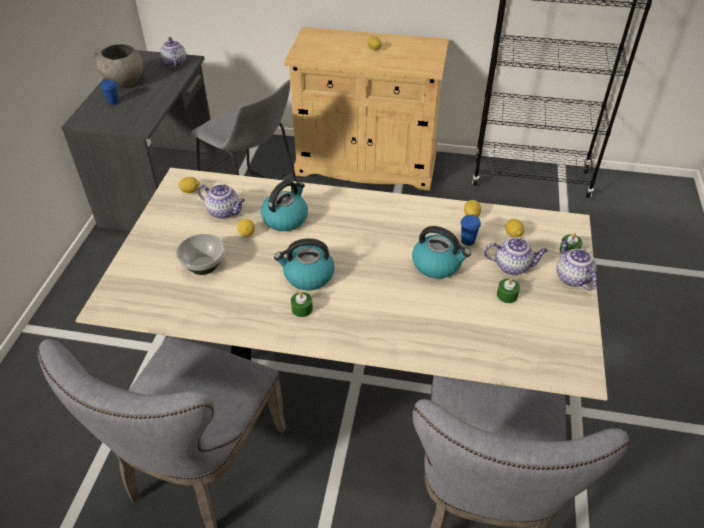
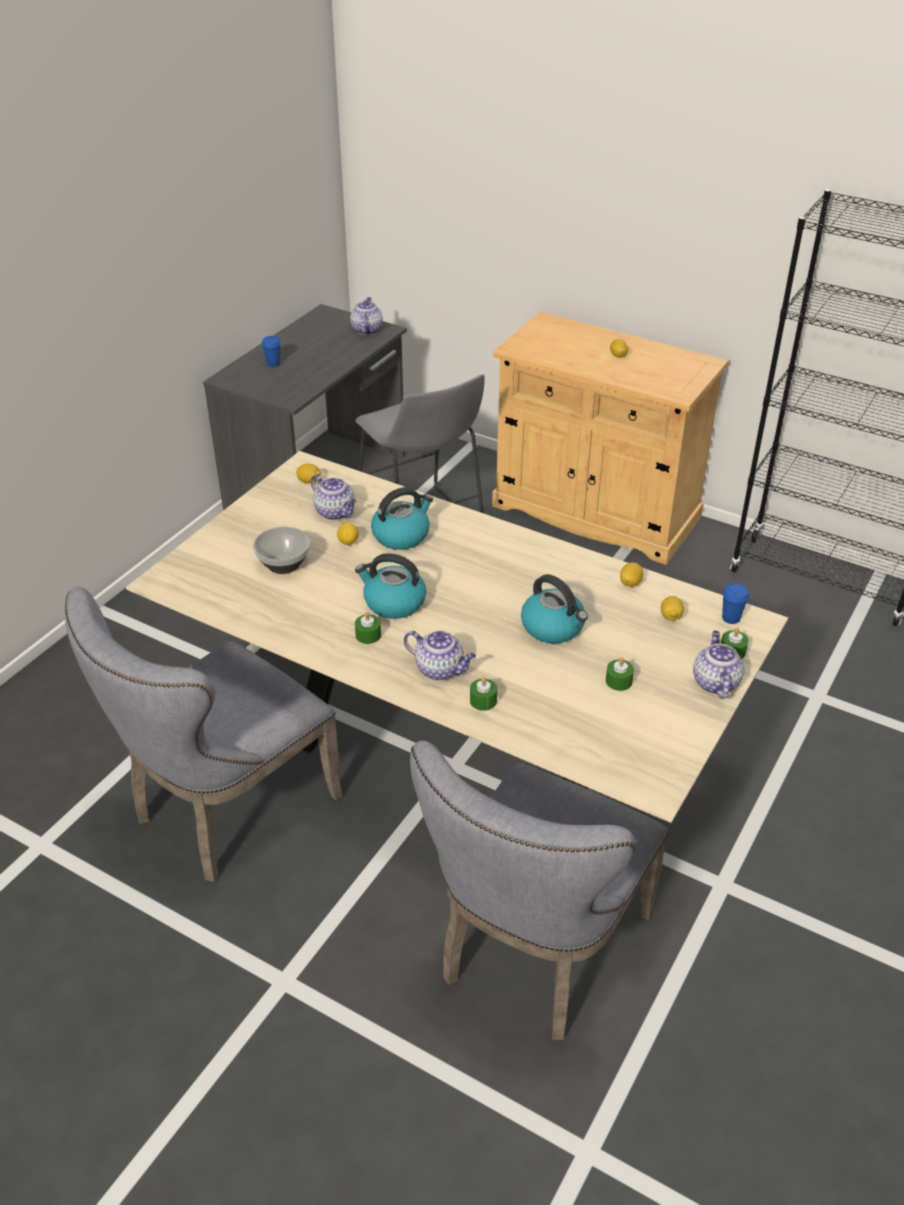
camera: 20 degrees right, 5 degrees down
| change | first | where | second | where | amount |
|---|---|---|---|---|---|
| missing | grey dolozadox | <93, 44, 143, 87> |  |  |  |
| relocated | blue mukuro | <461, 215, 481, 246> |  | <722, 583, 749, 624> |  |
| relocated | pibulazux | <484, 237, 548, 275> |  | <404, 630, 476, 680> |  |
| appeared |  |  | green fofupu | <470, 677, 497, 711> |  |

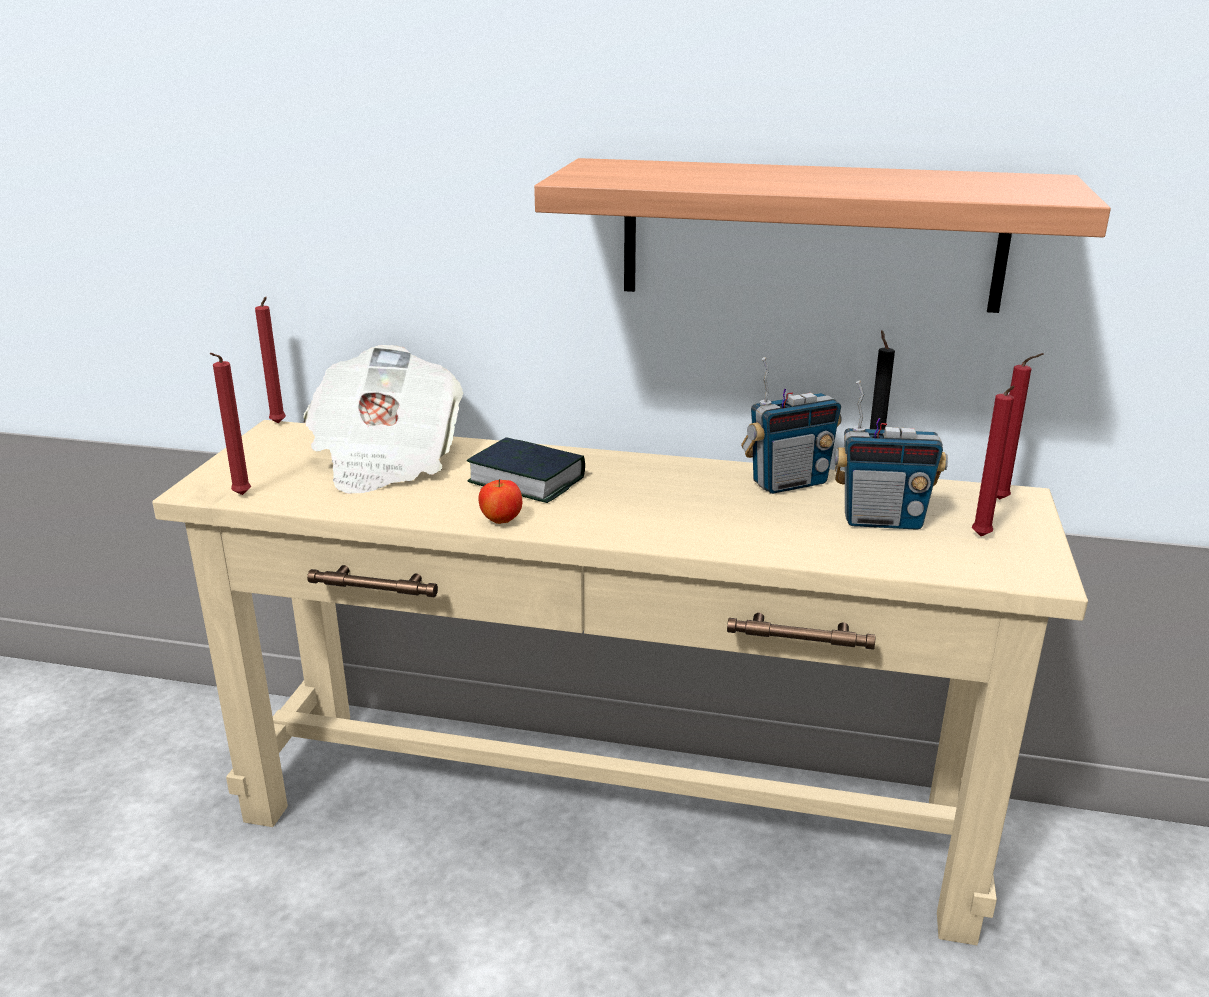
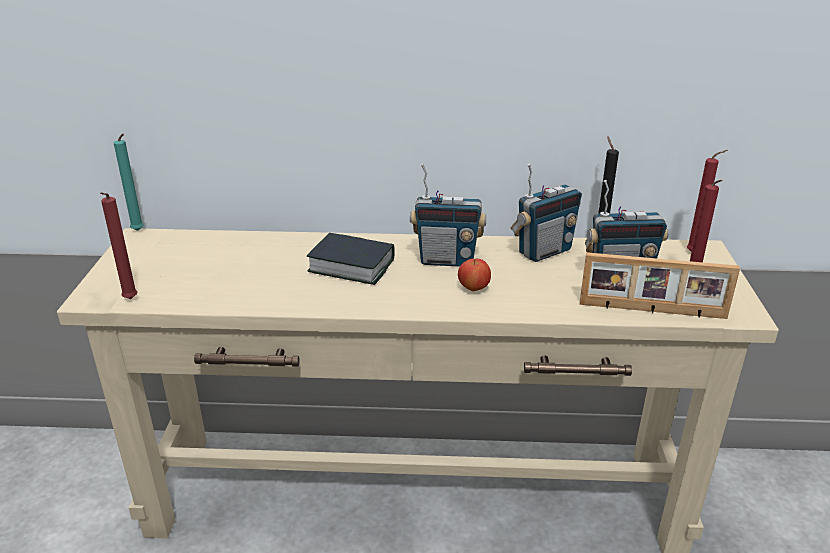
camera: 10 degrees left, 5 degrees up
| change | first | where | second | where | amount |
|---|---|---|---|---|---|
| colour | red fofupu | <255, 297, 286, 423> | turquoise fofupu | <114, 134, 144, 231> |  |
| missing | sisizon | <303, 345, 463, 494> |  |  |  |
| relocated | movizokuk | <478, 479, 522, 524> |  | <458, 259, 491, 291> |  |
| missing | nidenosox | <534, 158, 1111, 313> |  |  |  |
| appeared |  |  | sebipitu | <410, 164, 487, 267> |  |
| appeared |  |  | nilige | <580, 252, 740, 319> |  |

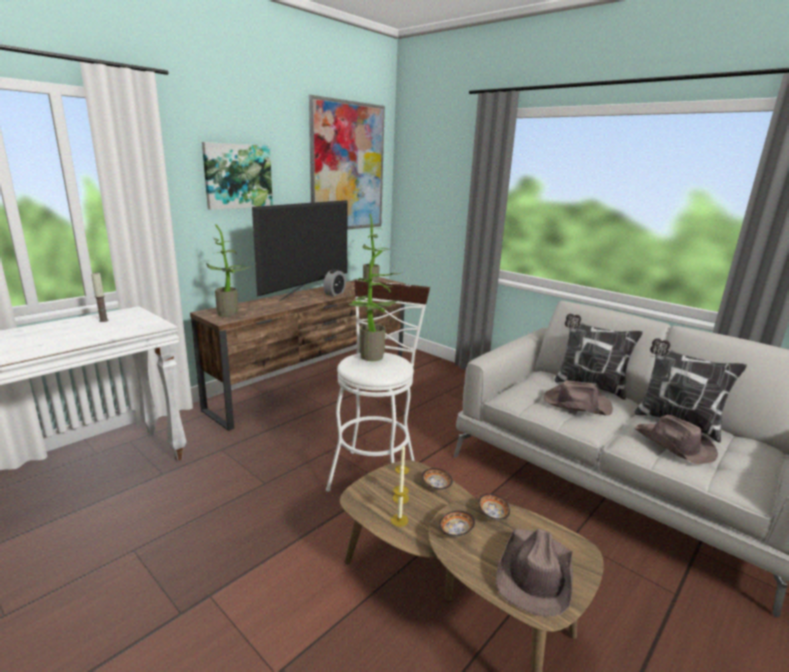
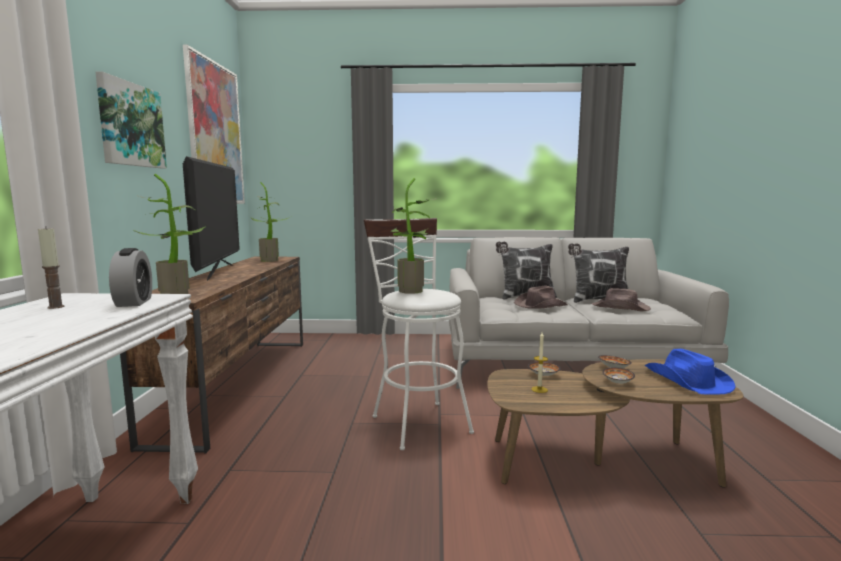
camera: 40 degrees left, 10 degrees down
| change | first | where | second | where | amount |
|---|---|---|---|---|---|
| relocated | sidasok | <323, 269, 346, 296> |  | <109, 248, 152, 307> |  |
| missing | fofupu | <391, 464, 409, 527> |  |  |  |
| colour | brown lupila | <496, 529, 573, 616> | blue lupila | <645, 349, 736, 395> |  |

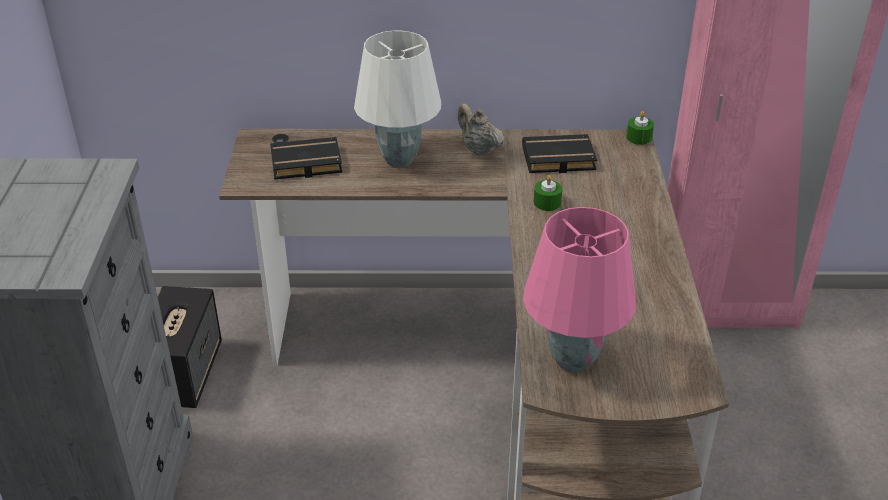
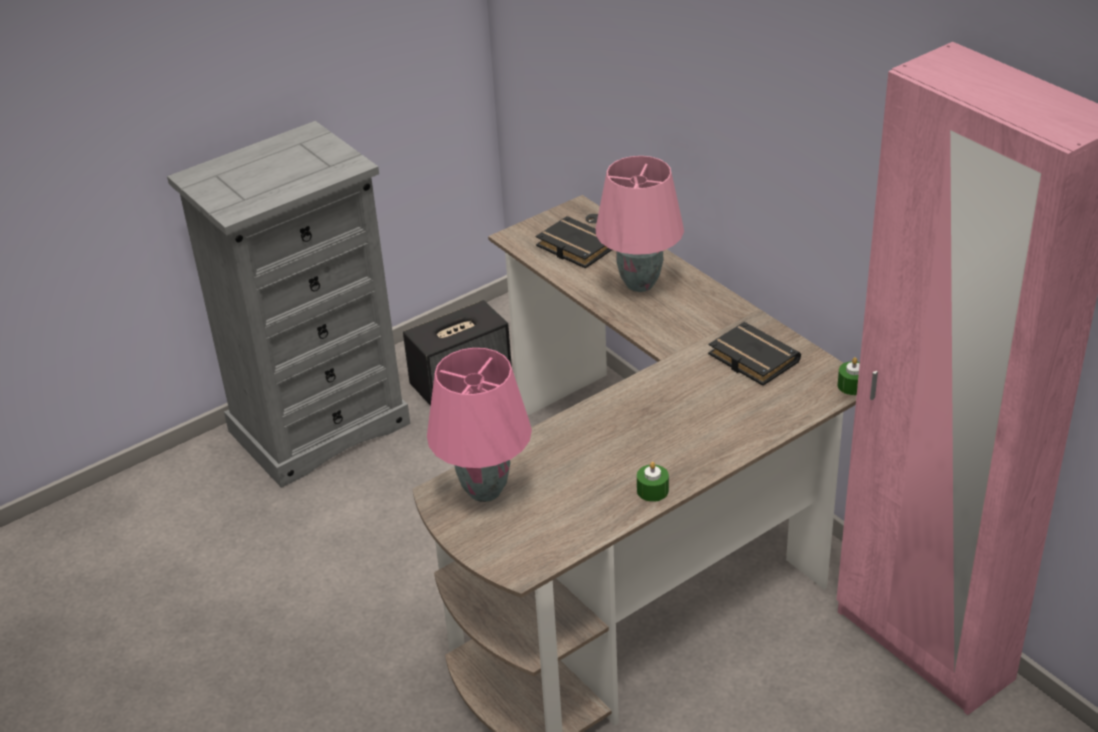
camera: 55 degrees right, 0 degrees up
| change | first | where | second | where | amount |
|---|---|---|---|---|---|
| colour | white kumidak | <354, 31, 441, 167> | pink kumidak | <596, 156, 684, 292> |  |
| missing | beige pibulazux | <458, 103, 504, 155> |  |  |  |
| relocated | green fofupu | <534, 175, 562, 211> |  | <637, 462, 669, 502> |  |

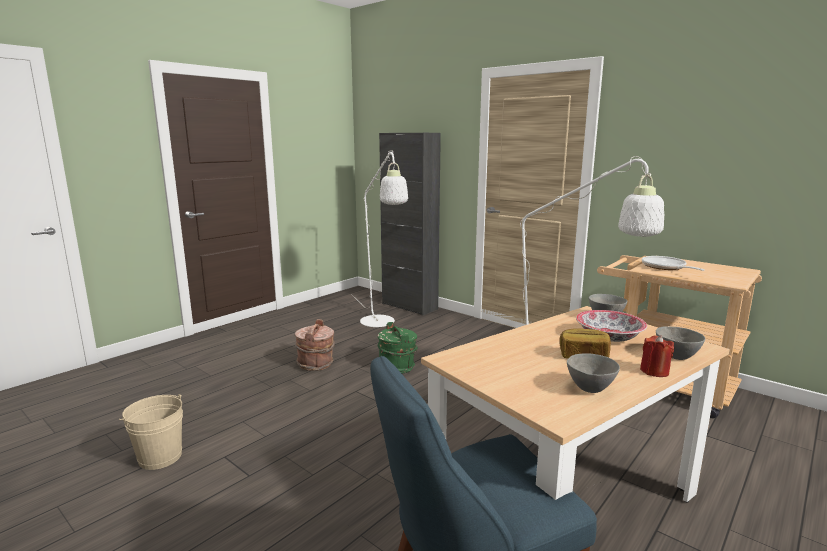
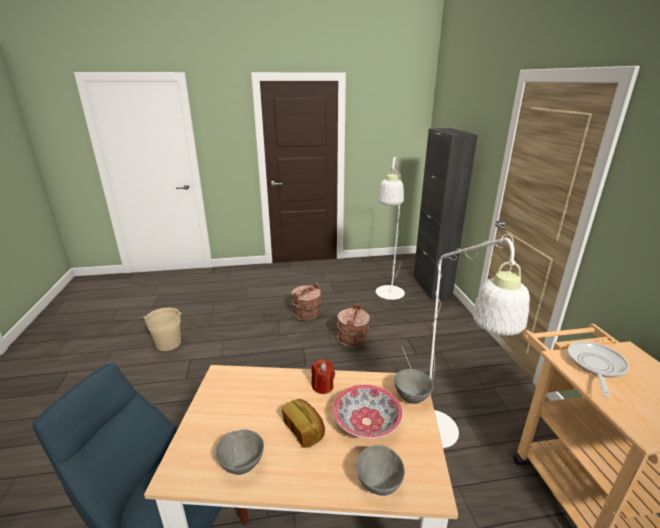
camera: 40 degrees right, 10 degrees up
| change | first | where | second | where | amount |
|---|---|---|---|---|---|
| colour | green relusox | <378, 322, 418, 374> | brown relusox | <337, 303, 370, 349> |  |
| relocated | red fofupu | <640, 335, 674, 377> |  | <312, 360, 335, 394> |  |

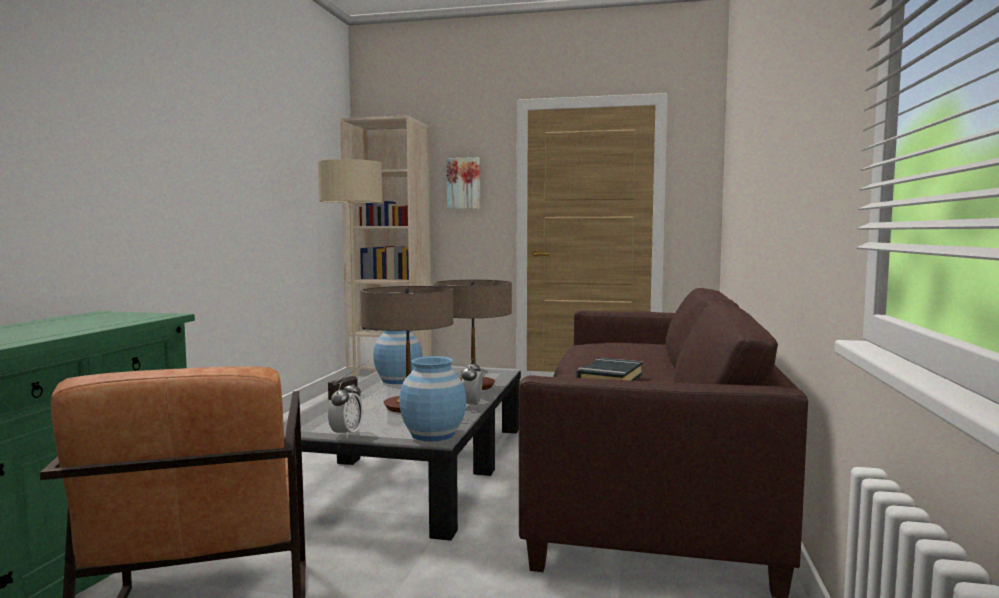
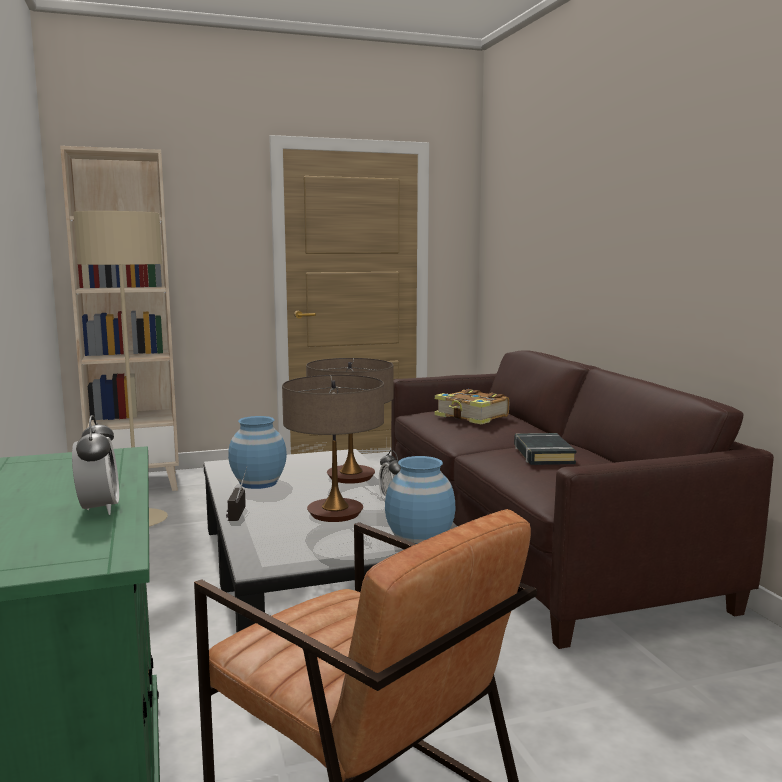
camera: 30 degrees left, 5 degrees up
| change | first | where | second | where | amount |
|---|---|---|---|---|---|
| relocated | sidasok | <328, 379, 363, 438> |  | <72, 415, 119, 515> |  |
| missing | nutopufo | <447, 157, 480, 209> |  |  |  |
| appeared |  |  | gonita | <434, 389, 509, 424> |  |

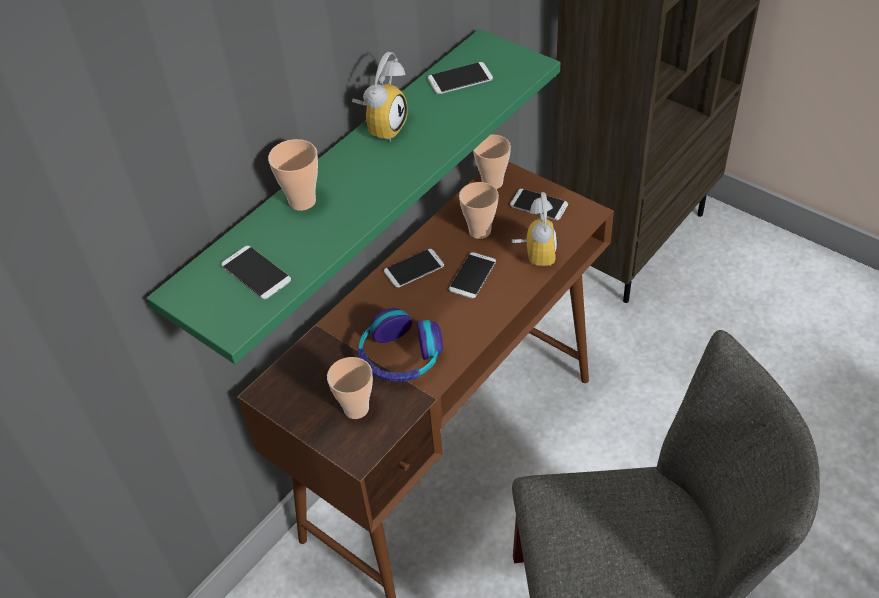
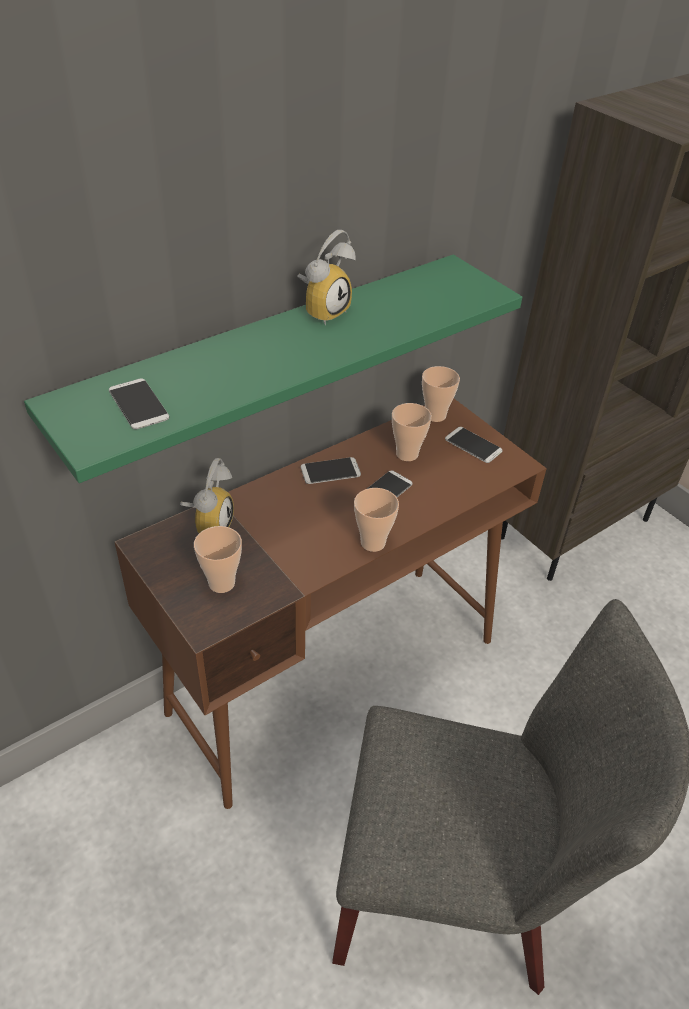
camera: 10 degrees right, 5 degrees down
| change | first | where | second | where | amount |
|---|---|---|---|---|---|
| relocated | mukuro | <268, 139, 318, 211> |  | <354, 488, 399, 552> |  |
| missing | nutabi | <358, 308, 443, 382> |  |  |  |
| missing | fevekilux | <428, 62, 493, 94> |  |  |  |
| relocated | sidasok | <512, 192, 558, 266> |  | <180, 458, 234, 533> |  |

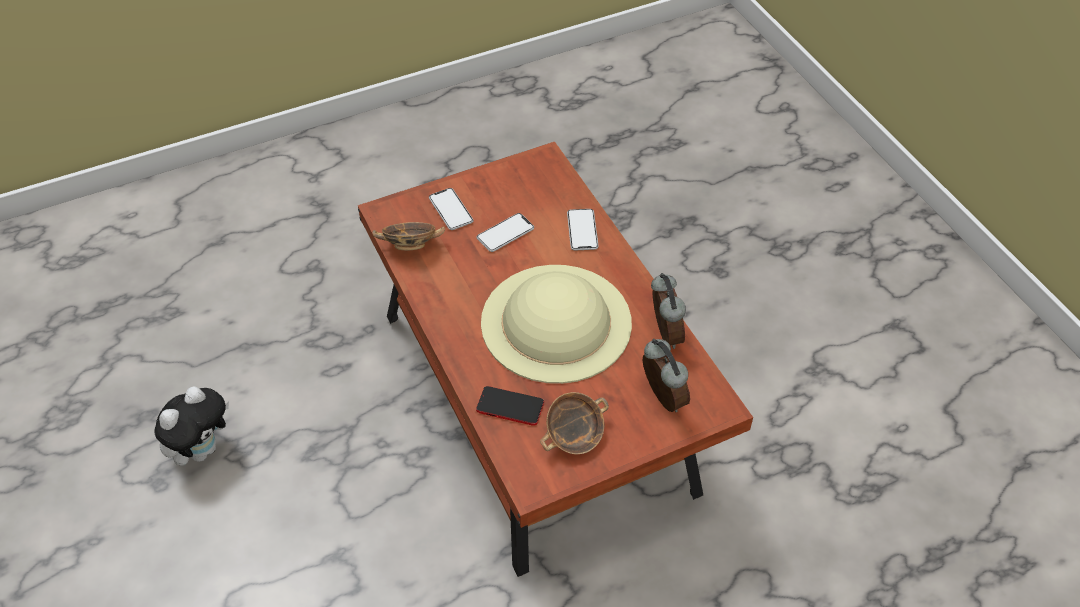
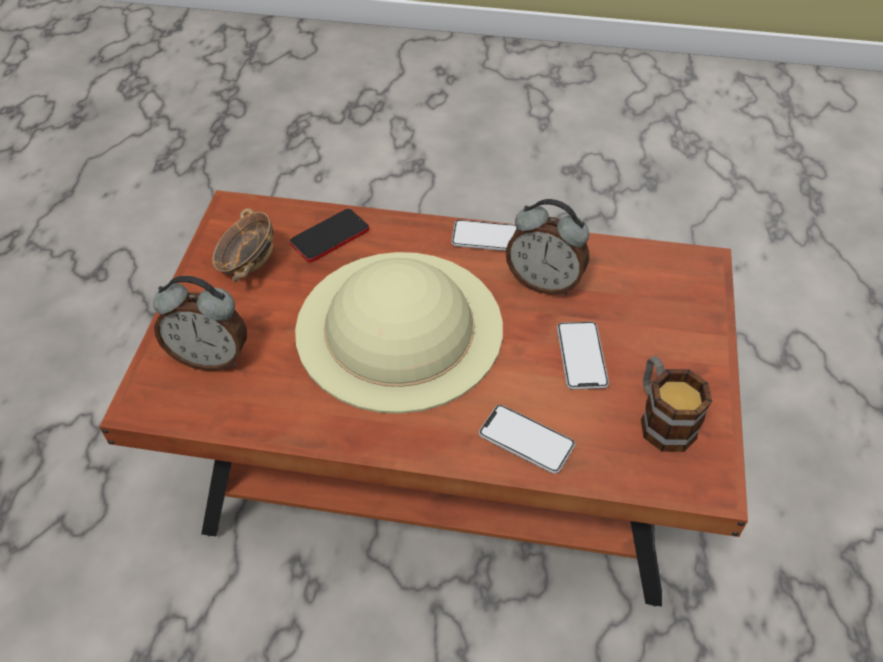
camera: 125 degrees right, 0 degrees up
| change | first | where | second | where | amount |
|---|---|---|---|---|---|
| missing | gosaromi | <154, 386, 229, 466> |  |  |  |
| missing | dolozadox | <372, 222, 445, 250> |  |  |  |
| relocated | fevekilux | <429, 188, 474, 230> |  | <451, 220, 516, 251> |  |
| relocated | sidasok | <651, 273, 686, 349> |  | <506, 199, 589, 295> |  |
| appeared |  |  | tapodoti | <641, 356, 712, 452> |  |

